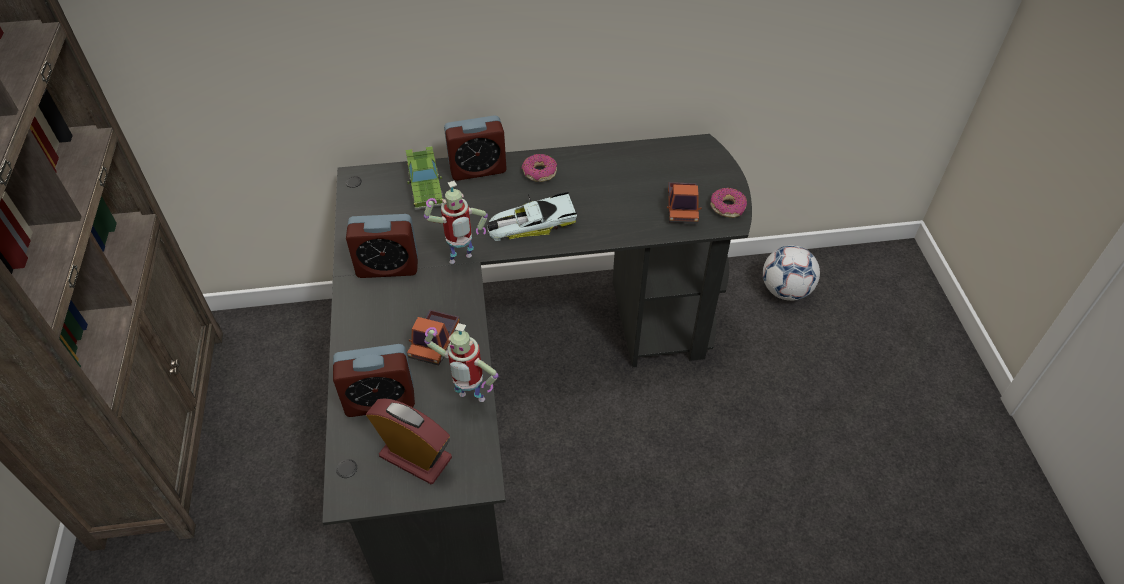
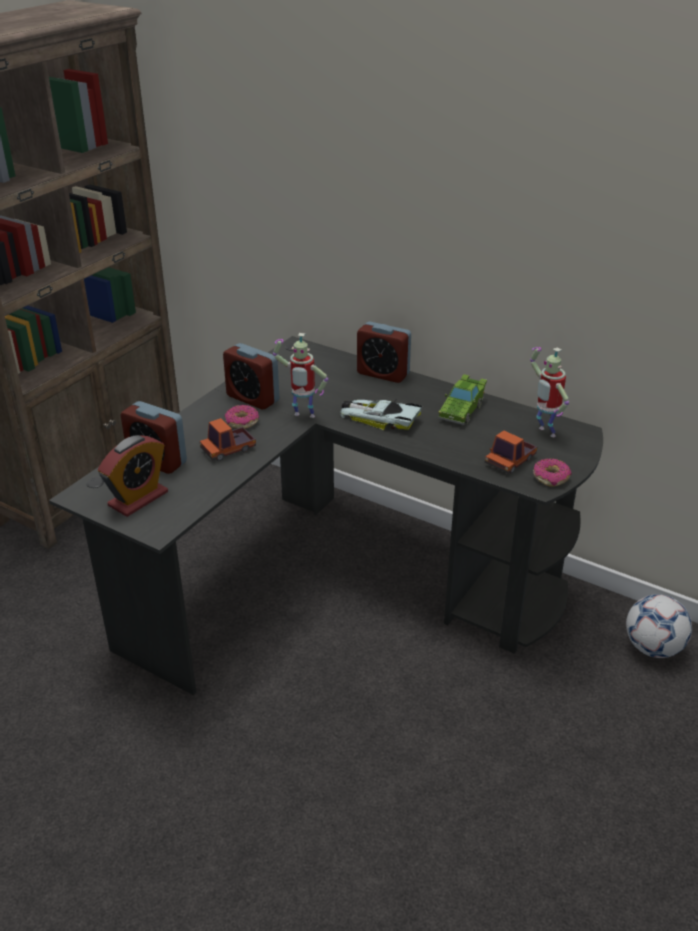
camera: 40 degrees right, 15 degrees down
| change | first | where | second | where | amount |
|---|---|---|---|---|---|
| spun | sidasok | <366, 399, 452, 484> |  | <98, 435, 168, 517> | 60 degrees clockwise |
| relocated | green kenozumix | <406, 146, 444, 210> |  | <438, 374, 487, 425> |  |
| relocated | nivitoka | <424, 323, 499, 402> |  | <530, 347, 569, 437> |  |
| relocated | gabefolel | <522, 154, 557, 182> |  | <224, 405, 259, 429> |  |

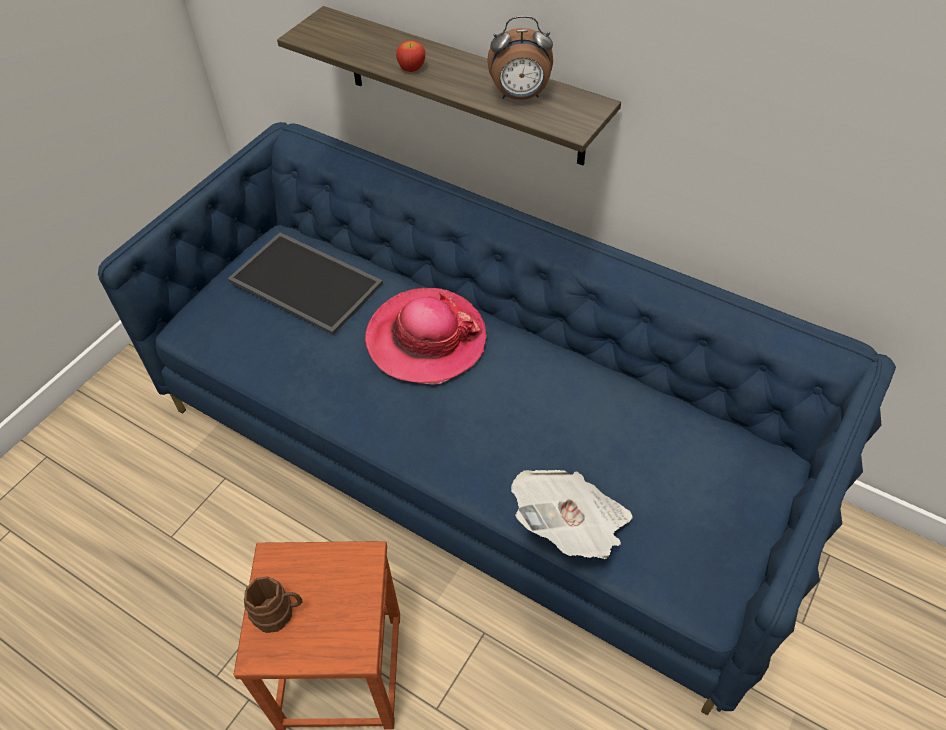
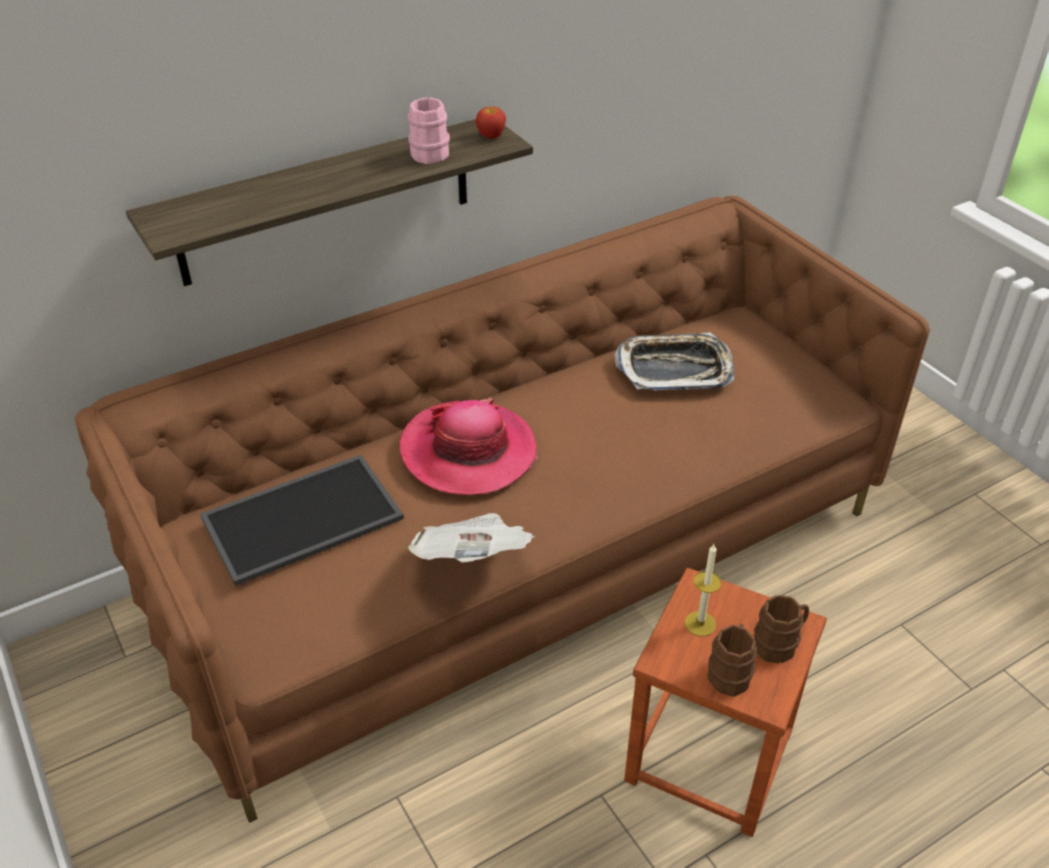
camera: 65 degrees left, 10 degrees down
| change | first | where | second | where | amount |
|---|---|---|---|---|---|
| colour | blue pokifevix | <98, 122, 896, 715> | brown pokifevix | <74, 196, 930, 823> |  |
| relocated | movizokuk | <396, 40, 425, 72> |  | <476, 107, 506, 139> |  |
| exchanged | sidasok | <487, 16, 553, 100> | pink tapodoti | <408, 97, 450, 164> |  |
| relocated | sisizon | <511, 470, 633, 559> |  | <408, 513, 535, 563> |  |
| appeared |  |  | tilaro | <614, 332, 734, 390> |  |
| appeared |  |  | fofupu | <685, 544, 722, 636> |  |
| appeared |  |  | brown tapodoti | <754, 595, 809, 663> |  |

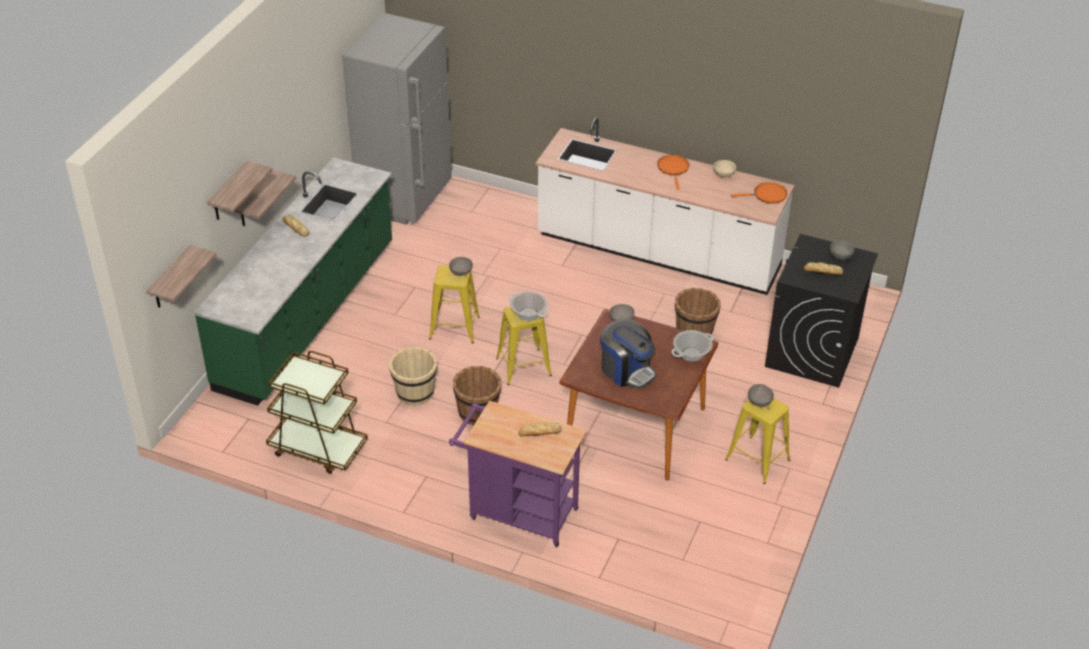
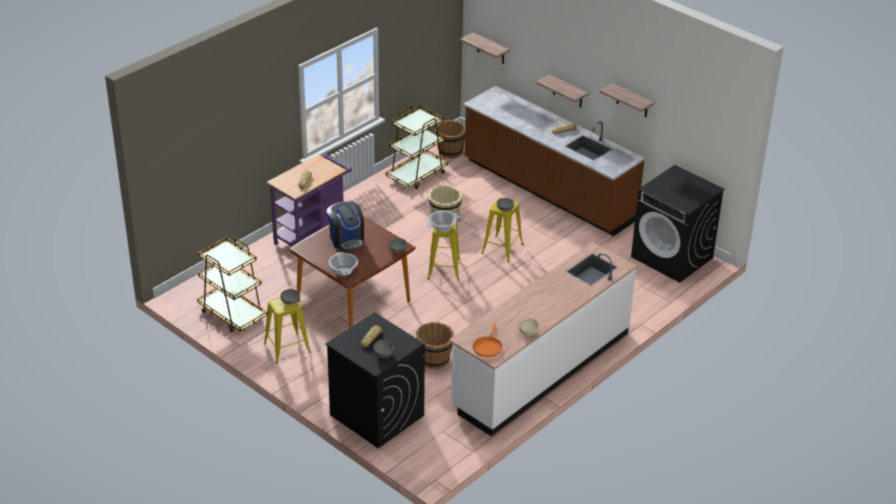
camera: 110 degrees right, 5 degrees down
| change | first | where | second | where | amount |
|---|---|---|---|---|---|
| colour | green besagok | <194, 157, 392, 406> | brown besagok | <463, 86, 645, 236> |  |
| relocated | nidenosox | <207, 161, 272, 220> |  | <600, 83, 655, 117> |  |
| exchanged | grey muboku | <342, 13, 452, 225> | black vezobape | <631, 165, 725, 283> |  |
| relocated | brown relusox | <453, 366, 501, 425> |  | <435, 120, 465, 158> |  |
| spun | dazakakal | <600, 319, 657, 389> |  | <327, 202, 364, 252> | 90 degrees counterclockwise |
| missing | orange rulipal | <657, 155, 689, 189> |  |  |  |
| appeared |  |  | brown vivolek | <197, 237, 267, 332> |  |

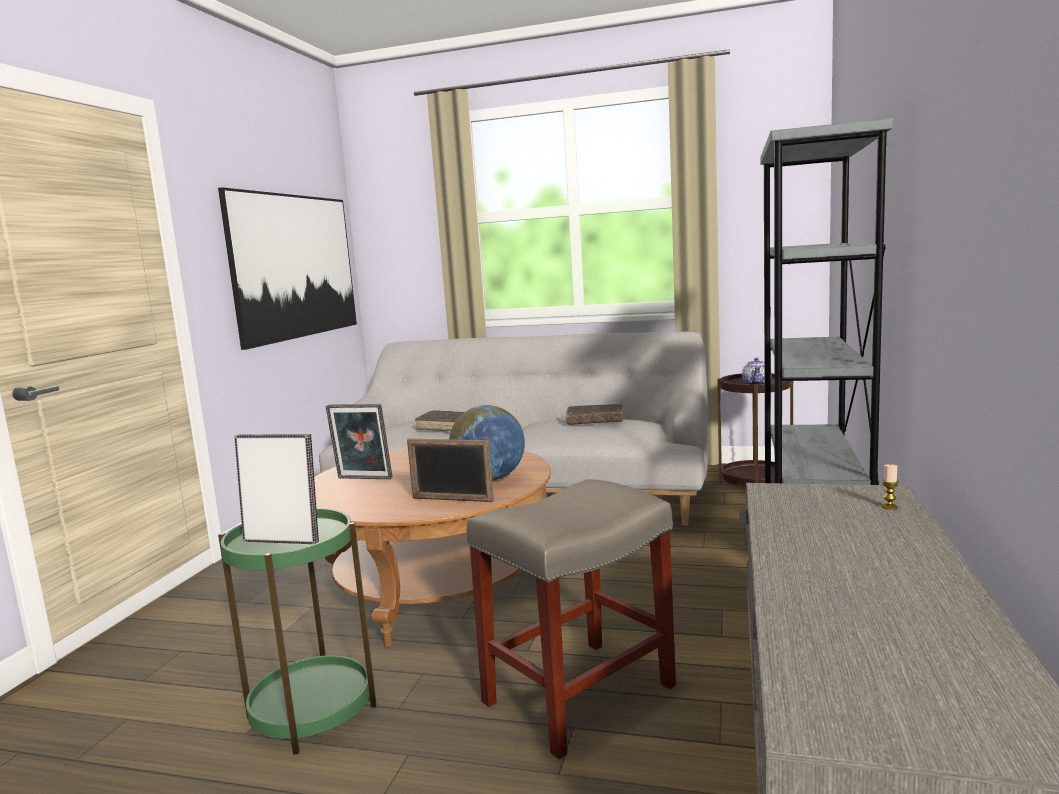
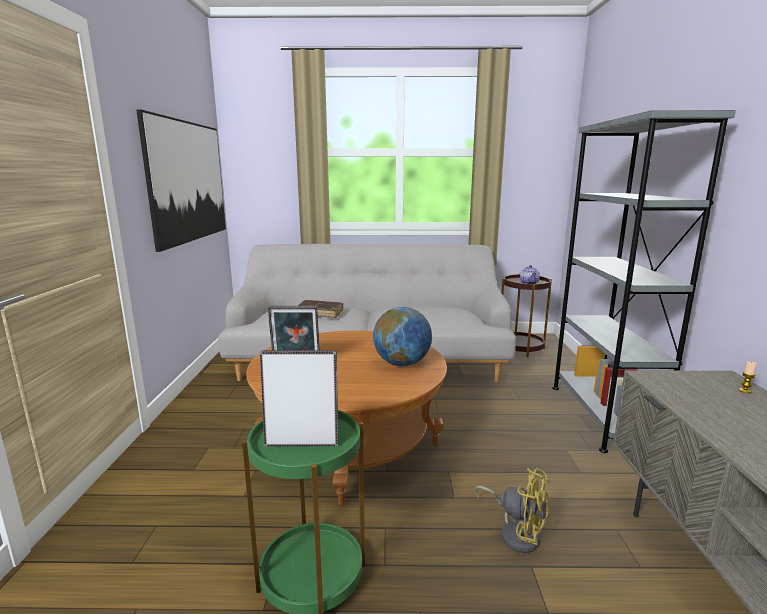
camera: 15 degrees left, 5 degrees up
| change | first | where | second | where | amount |
|---|---|---|---|---|---|
| missing | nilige | <407, 439, 494, 502> |  |  |  |
| exchanged | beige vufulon | <467, 479, 676, 759> | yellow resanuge | <475, 468, 549, 553> |  |
| missing | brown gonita | <566, 404, 623, 425> |  |  |  |

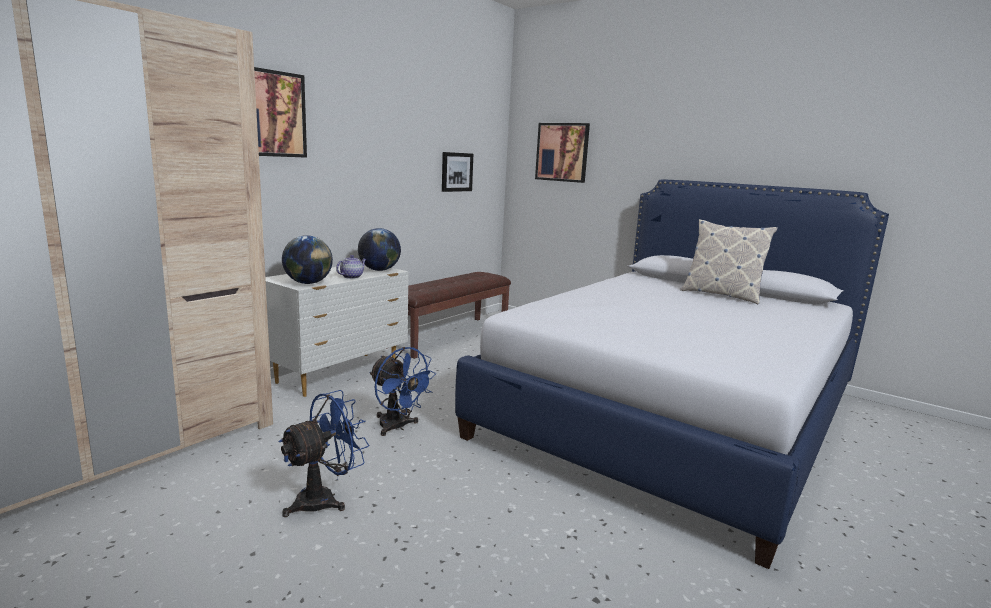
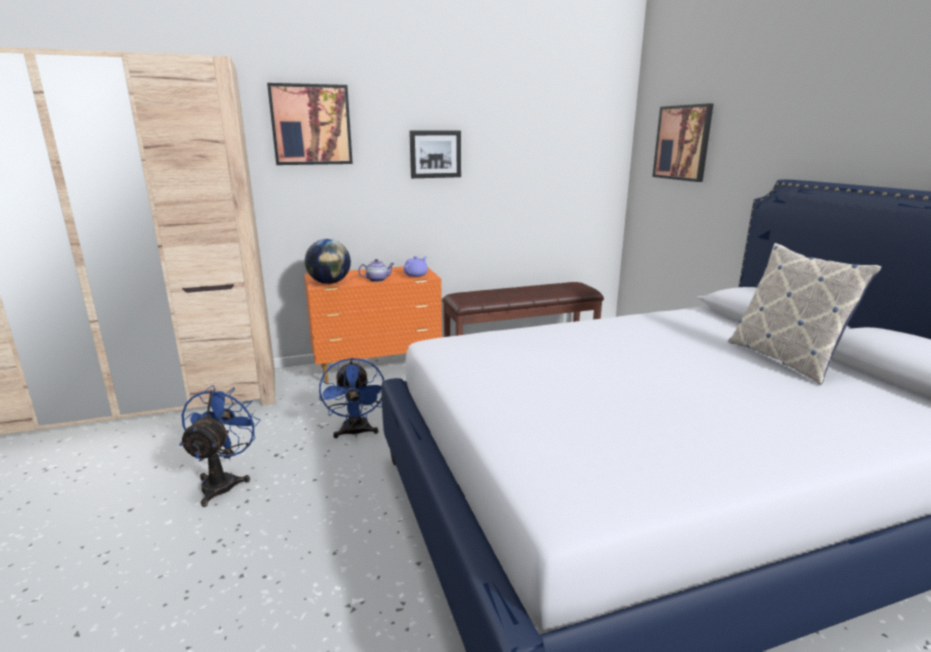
camera: 35 degrees right, 5 degrees up
| change | first | where | second | where | amount |
|---|---|---|---|---|---|
| colour | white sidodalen | <265, 265, 409, 397> | orange sidodalen | <304, 267, 442, 383> |  |
| spun | blue resanuge | <279, 390, 369, 517> |  | <179, 385, 261, 507> | 75 degrees counterclockwise |
| exchanged | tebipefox | <358, 228, 401, 271> | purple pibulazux | <403, 256, 428, 277> |  |
| relocated | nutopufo | <442, 152, 473, 192> |  | <409, 131, 461, 178> |  |

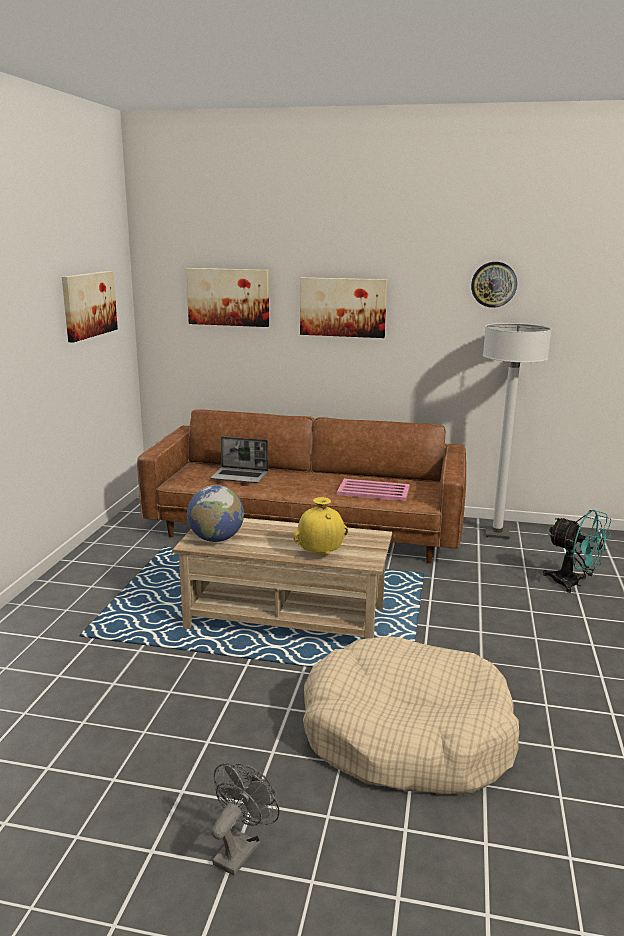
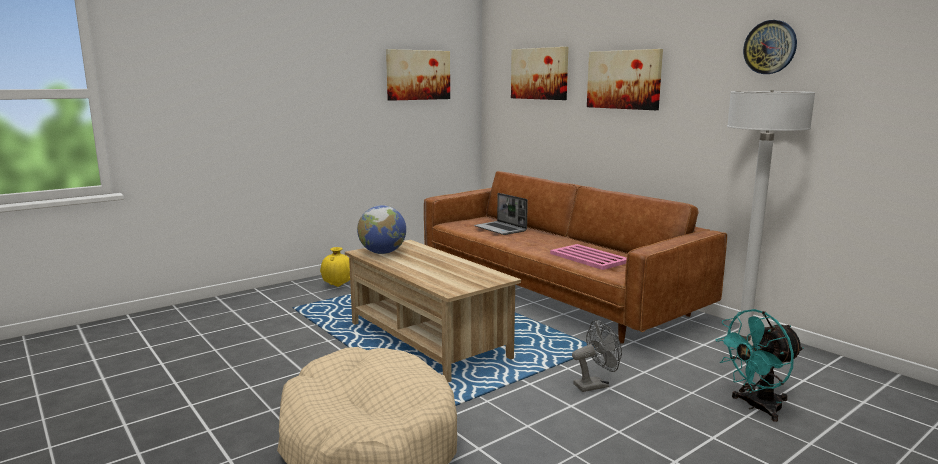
camera: 40 degrees right, 5 degrees down
| change | first | where | second | where | amount |
|---|---|---|---|---|---|
| relocated | grey resanuge | <211, 763, 279, 876> |  | <572, 320, 622, 392> |  |
| relocated | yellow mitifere | <293, 497, 348, 555> |  | <320, 247, 350, 287> |  |
| spun | turquoise resanuge | <543, 510, 611, 593> |  | <715, 309, 804, 422> | 75 degrees clockwise |

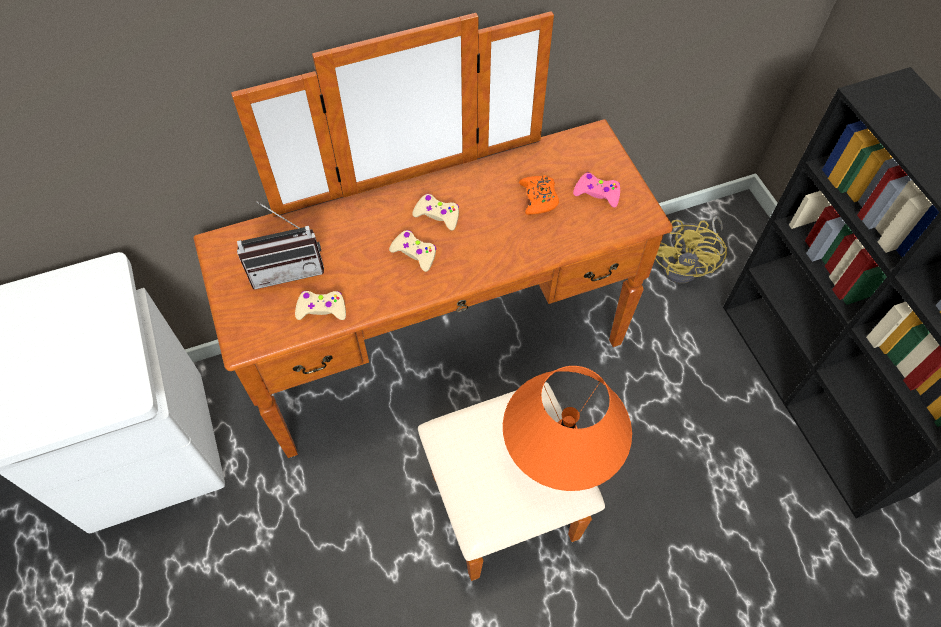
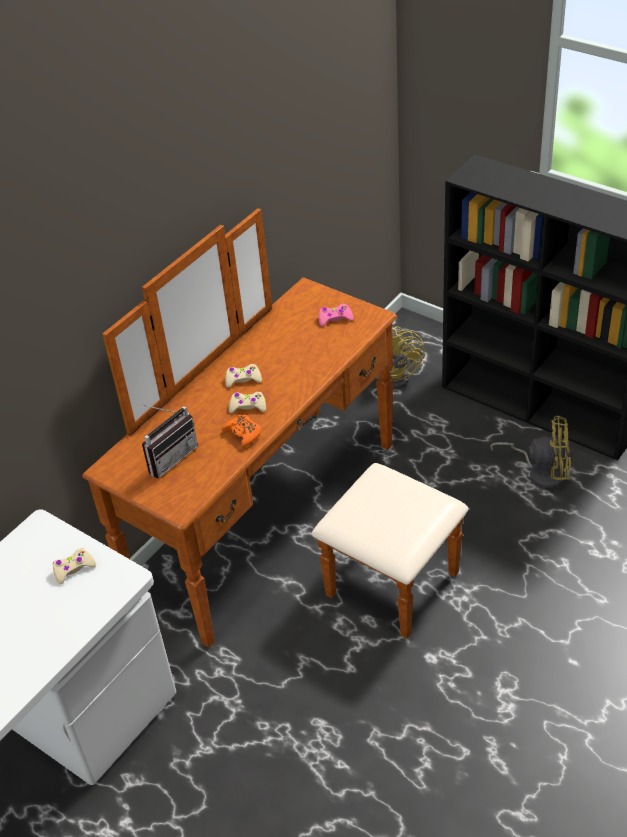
camera: 30 degrees left, 15 degrees down
| change | first | where | second | where | amount |
|---|---|---|---|---|---|
| relocated | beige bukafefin | <295, 291, 346, 320> |  | <53, 548, 96, 584> |  |
| missing | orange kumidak | <503, 366, 632, 491> |  |  |  |
| relocated | orange bukafefin | <519, 175, 559, 215> |  | <222, 414, 261, 448> |  |
| appeared |  |  | yellow resanuge | <490, 416, 571, 489> |  |

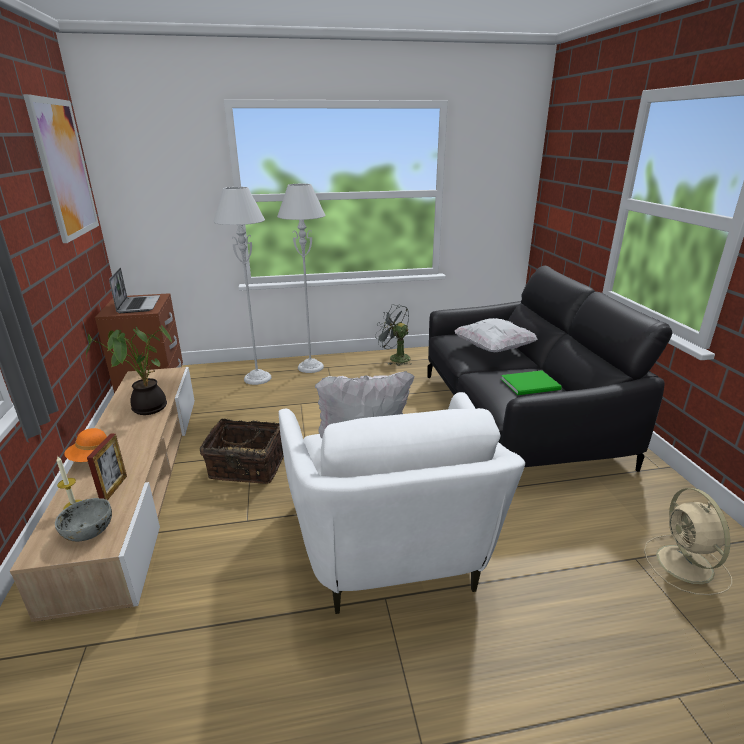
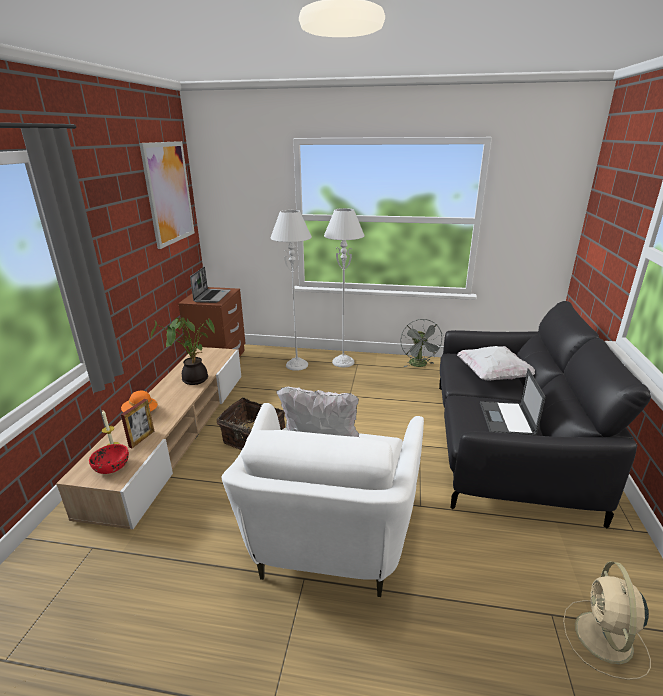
camera: 20 degrees right, 0 degrees up
| change | first | where | second | where | amount |
|---|---|---|---|---|---|
| colour | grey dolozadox | <55, 498, 112, 542> | red dolozadox | <89, 444, 129, 474> |  |
| spun | grey resanuge | <375, 304, 411, 366> |  | <400, 319, 443, 367> | 150 degrees counterclockwise |
| exchanged | green gonita | <501, 370, 562, 395> | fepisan | <480, 368, 546, 436> |  |

